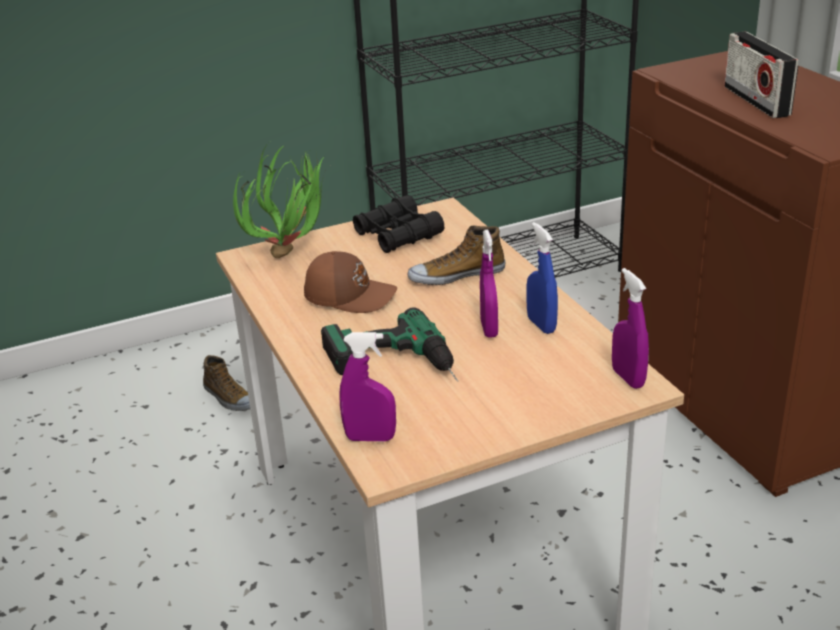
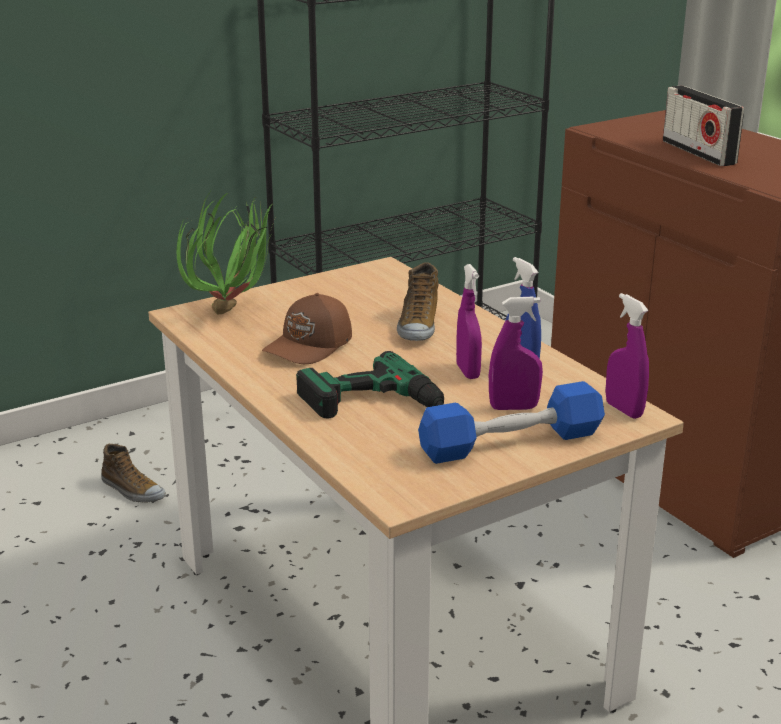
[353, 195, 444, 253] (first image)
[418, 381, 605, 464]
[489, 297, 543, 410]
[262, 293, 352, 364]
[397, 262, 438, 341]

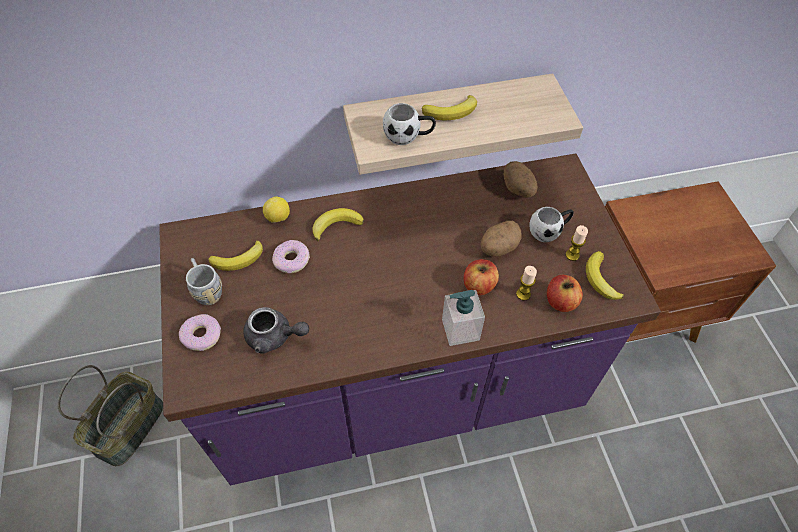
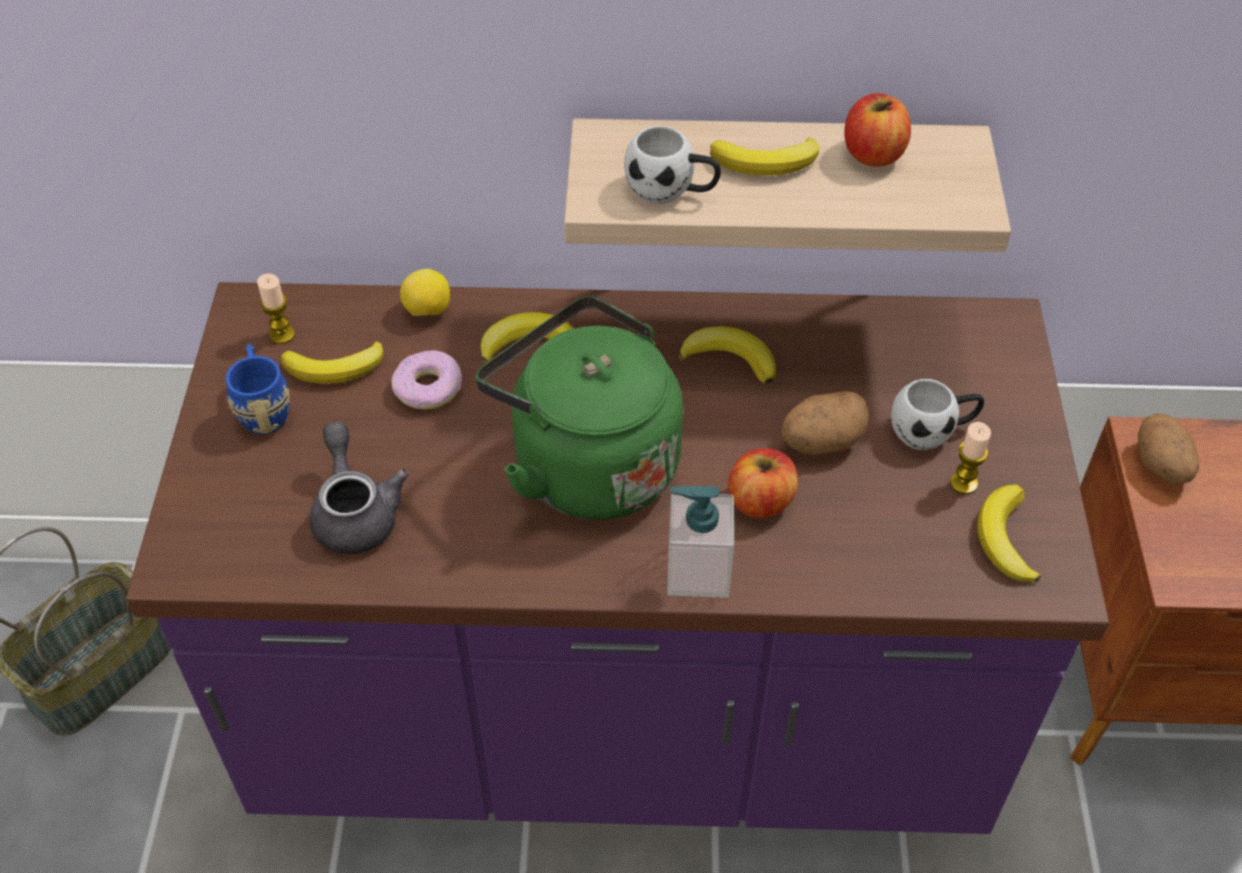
[179, 314, 221, 351] (first image)
[476, 296, 683, 520]
[679, 326, 776, 384]
[1138, 414, 1199, 484]
[257, 274, 295, 344]
[844, 93, 911, 167]
[226, 344, 290, 434]
[309, 422, 409, 554]

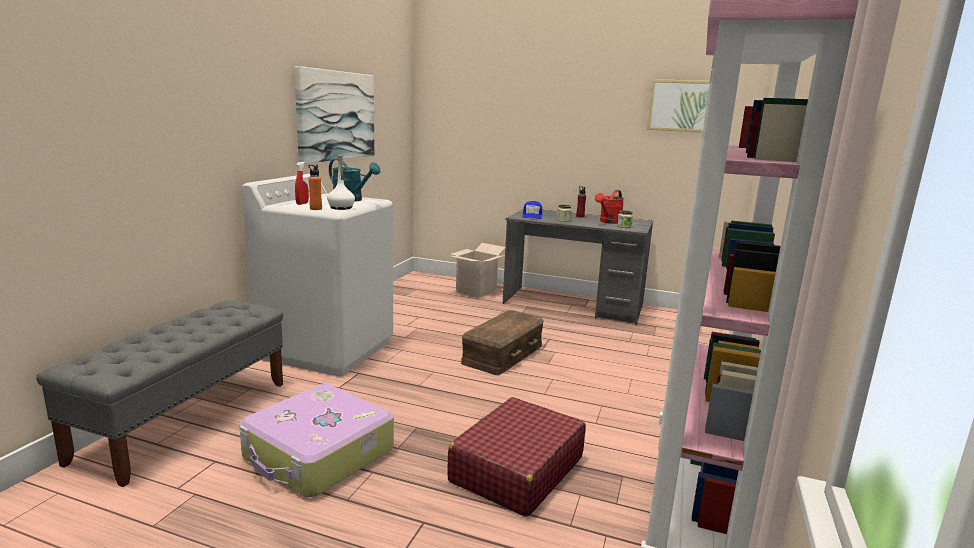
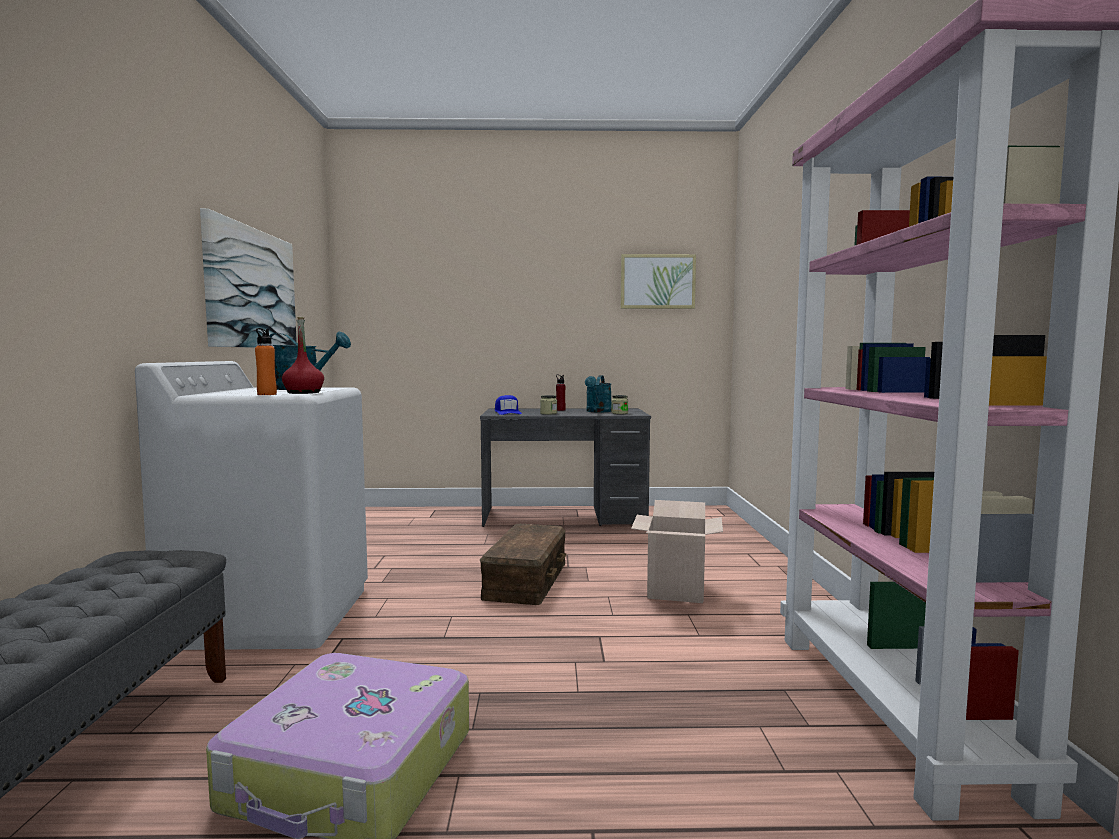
[295, 162, 309, 205] (first image)
[447, 397, 586, 517] (first image)
[631, 500, 723, 603]
[282, 317, 324, 394]
[585, 375, 612, 412]

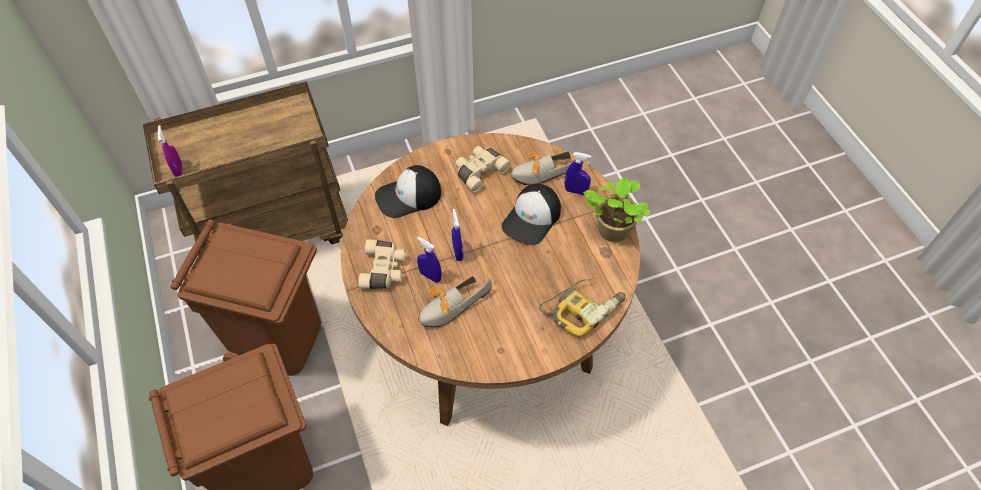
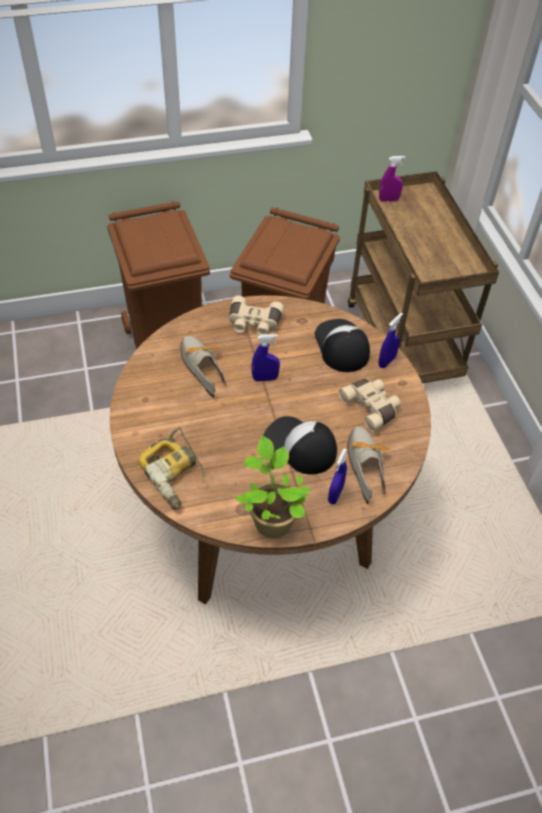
[378, 313, 403, 368]

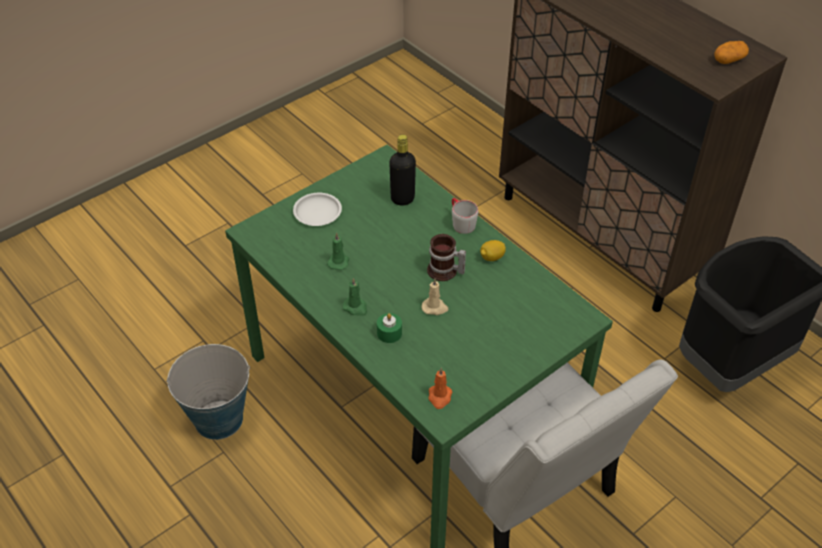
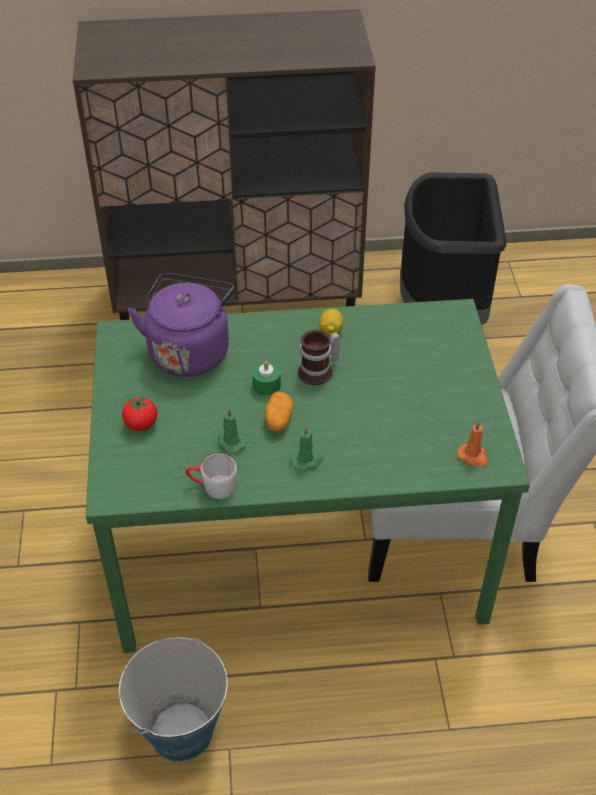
[422, 279, 449, 315] (first image)
[252, 361, 281, 395]
[186, 454, 237, 499]
[265, 392, 293, 432]
[122, 396, 158, 431]
[128, 273, 235, 377]

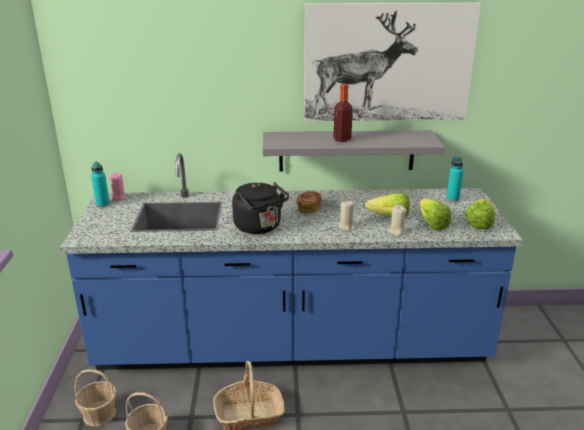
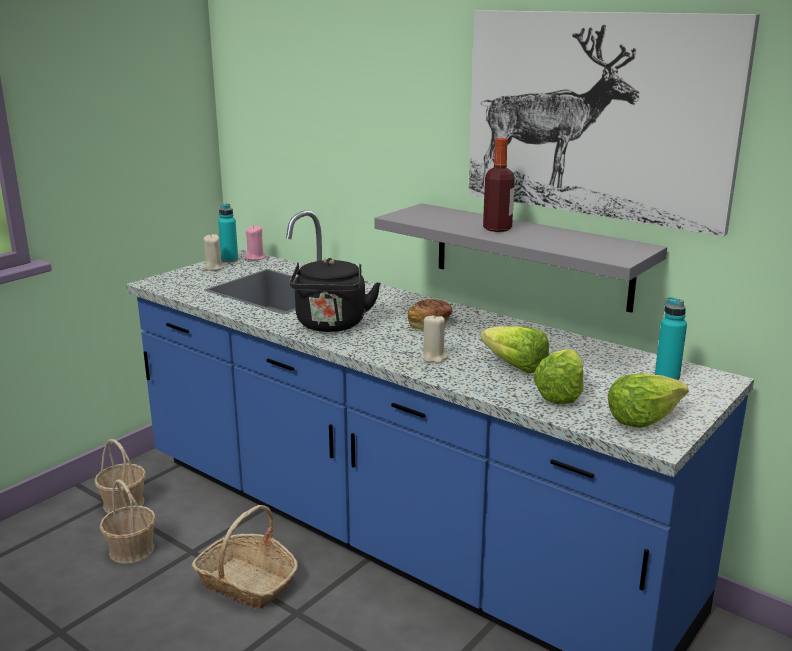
[203, 234, 224, 271]

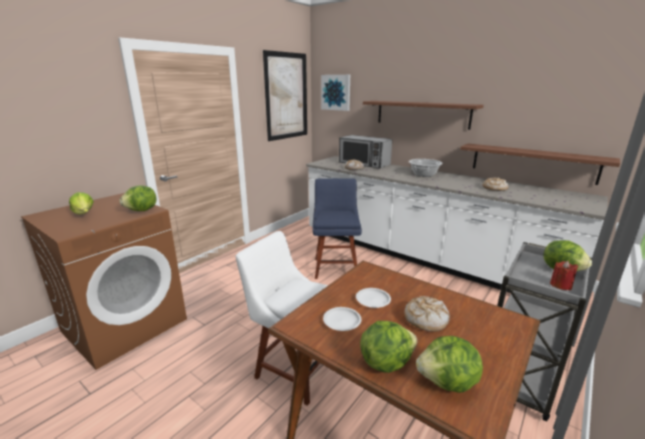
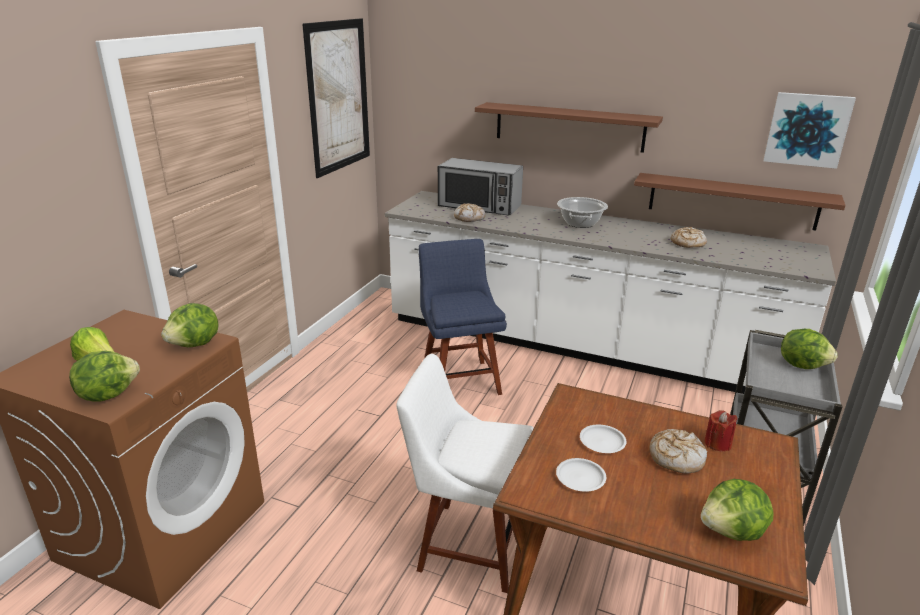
[763, 92, 856, 169]
[69, 351, 140, 402]
[704, 410, 738, 452]

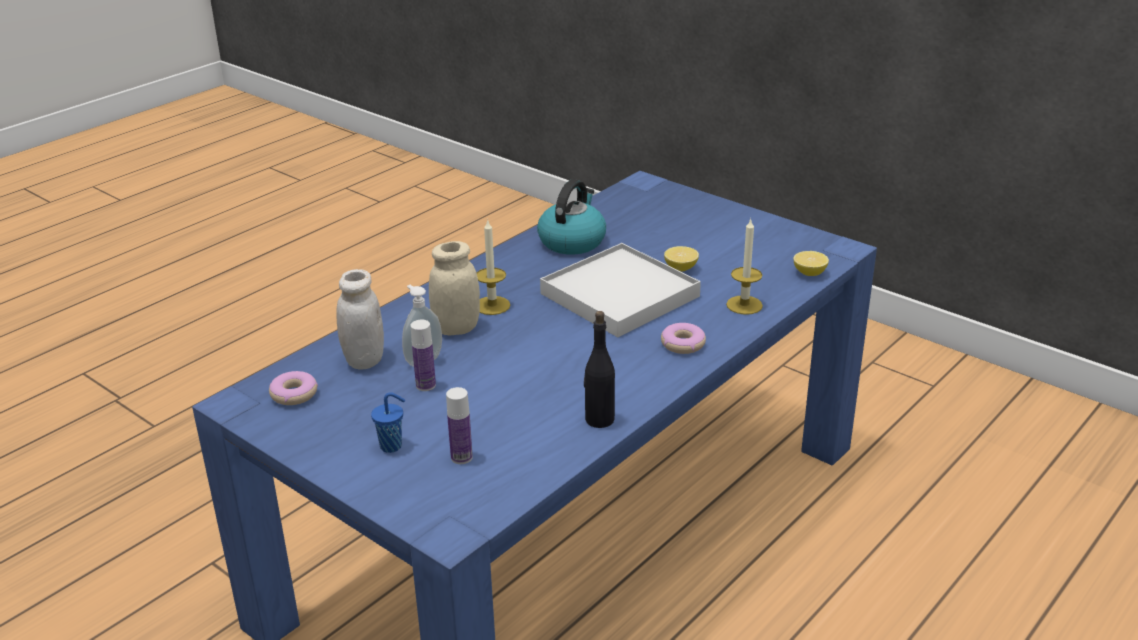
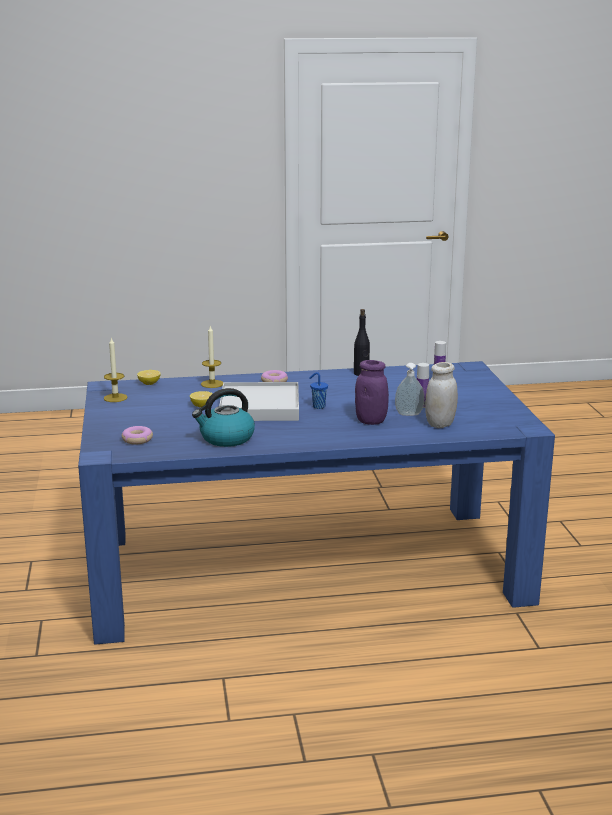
[122, 426, 153, 445]
[309, 372, 328, 409]
[104, 337, 128, 402]
[355, 360, 389, 425]

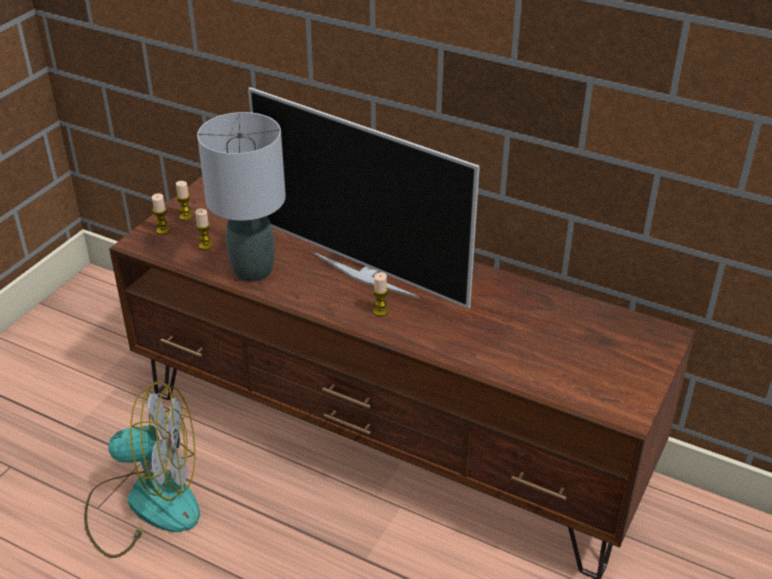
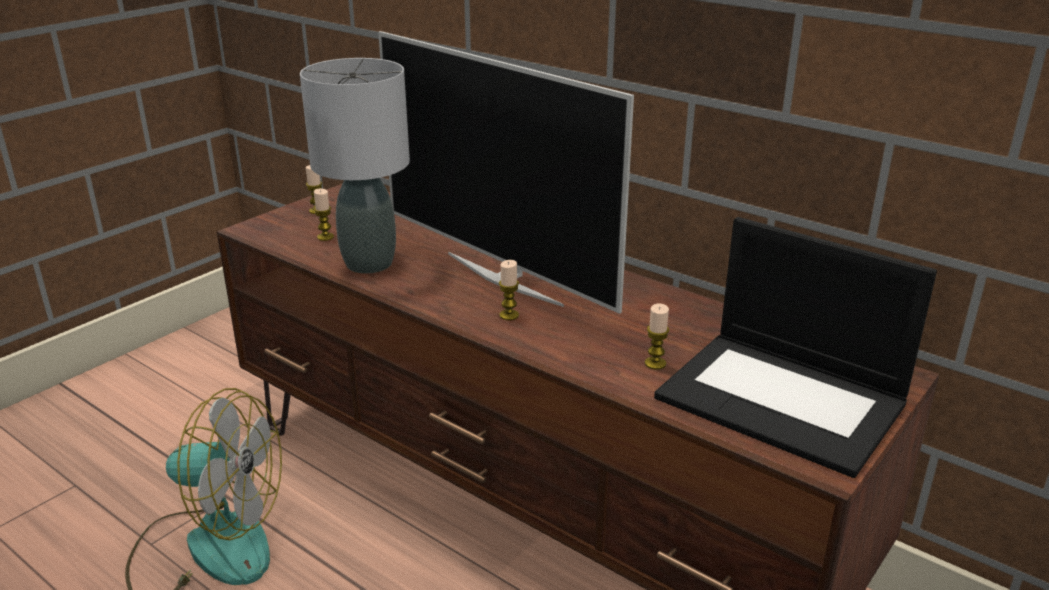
[654, 217, 937, 478]
[645, 303, 669, 370]

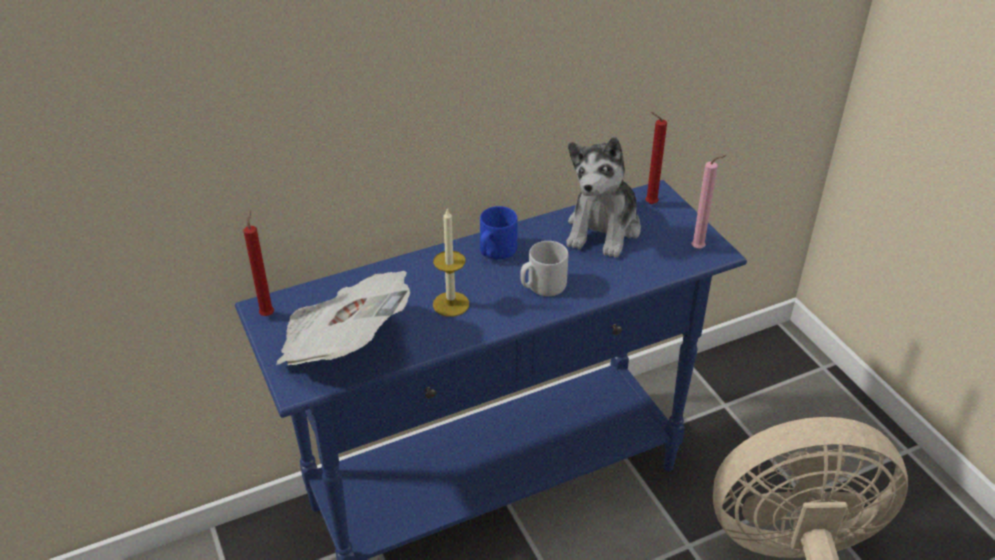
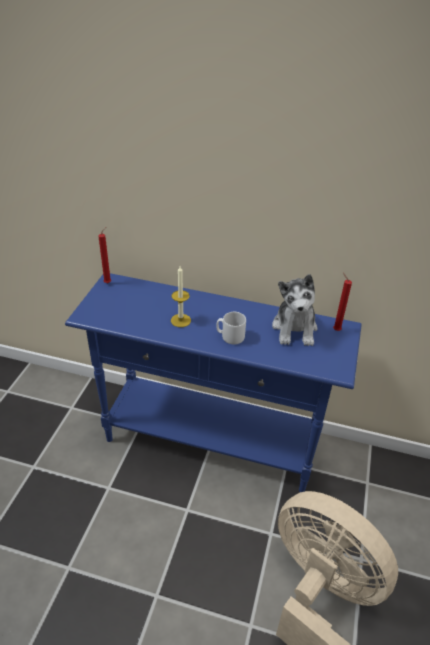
[276, 271, 410, 365] (first image)
[480, 206, 518, 260] (first image)
[691, 155, 726, 249] (first image)
[272, 274, 318, 346]

